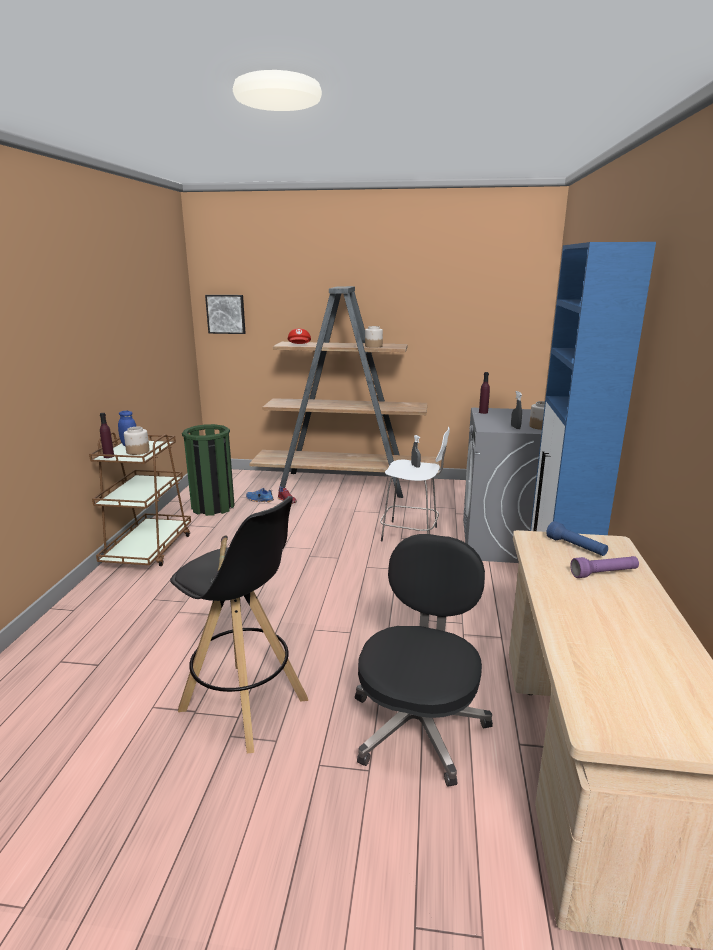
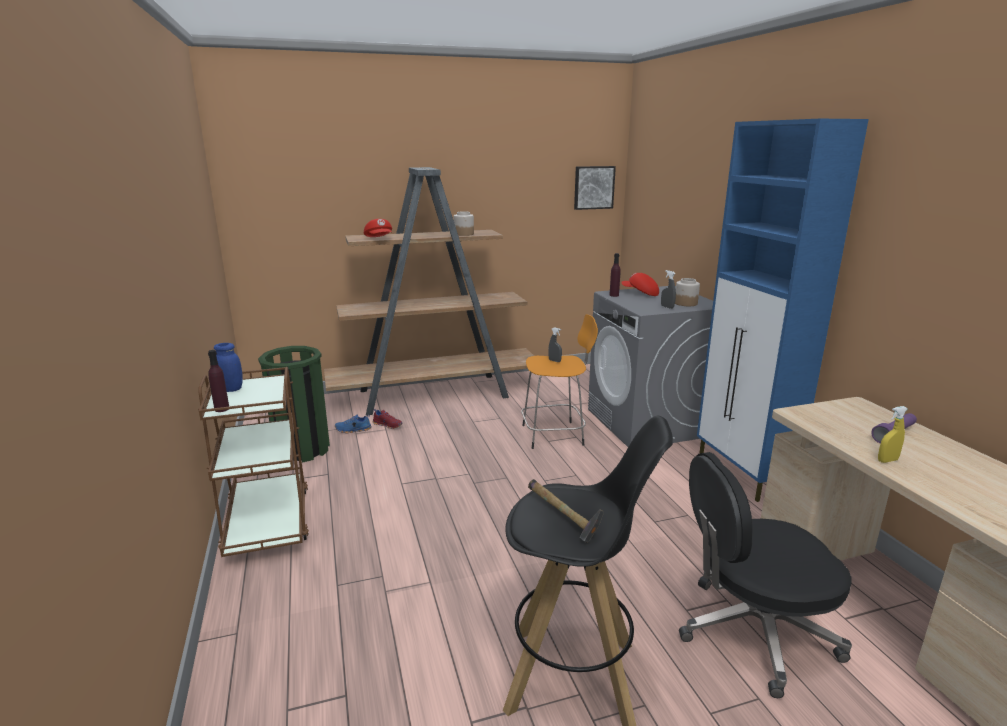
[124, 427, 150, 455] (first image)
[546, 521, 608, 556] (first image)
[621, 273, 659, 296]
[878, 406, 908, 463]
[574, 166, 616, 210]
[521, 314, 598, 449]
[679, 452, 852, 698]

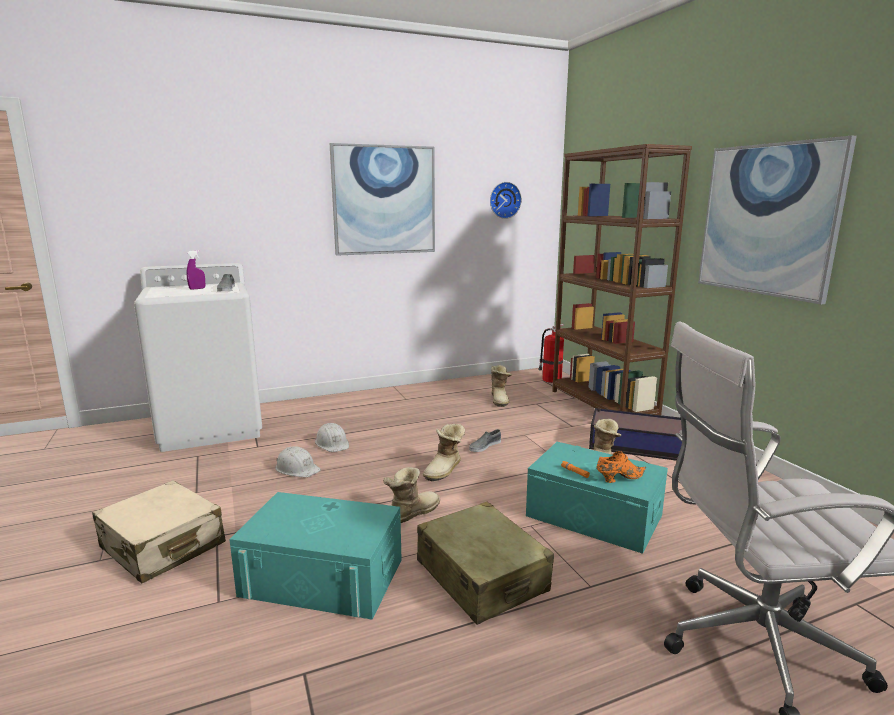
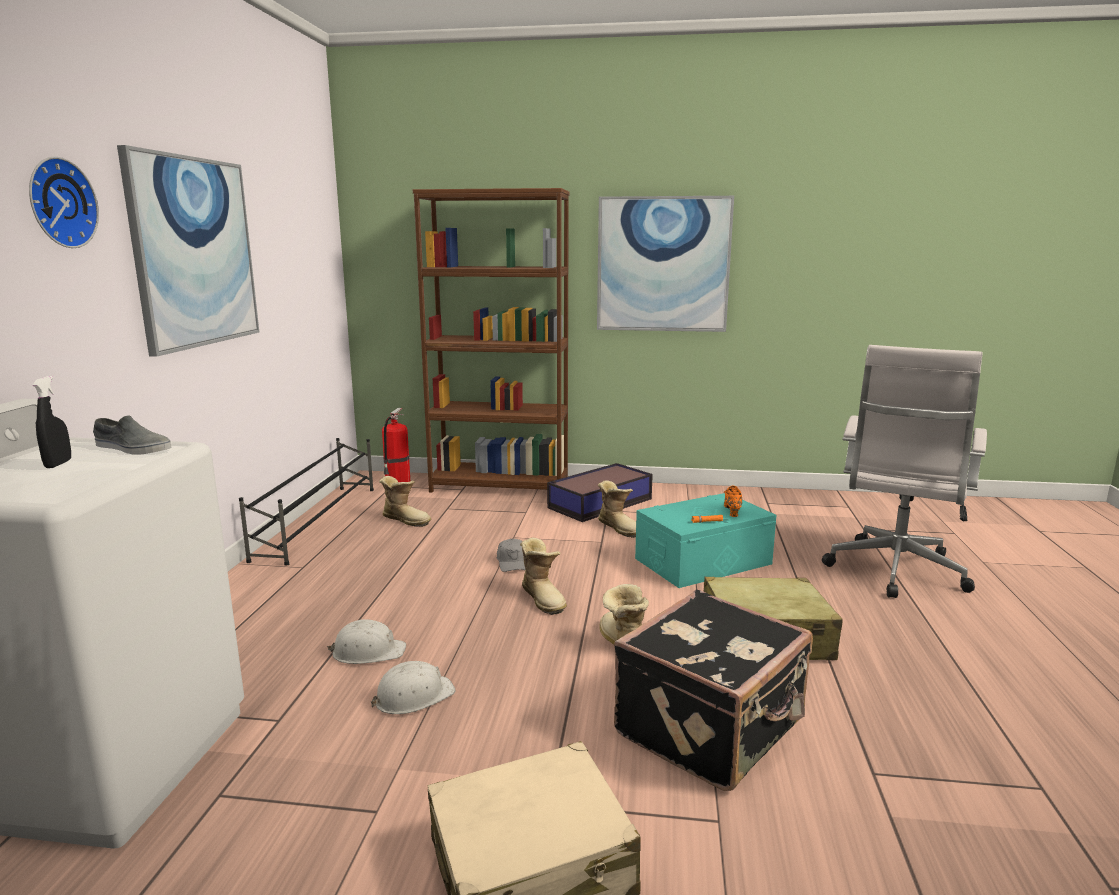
[239, 438, 374, 566]
[29, 157, 99, 248]
[614, 590, 813, 791]
[497, 538, 525, 572]
[33, 376, 71, 468]

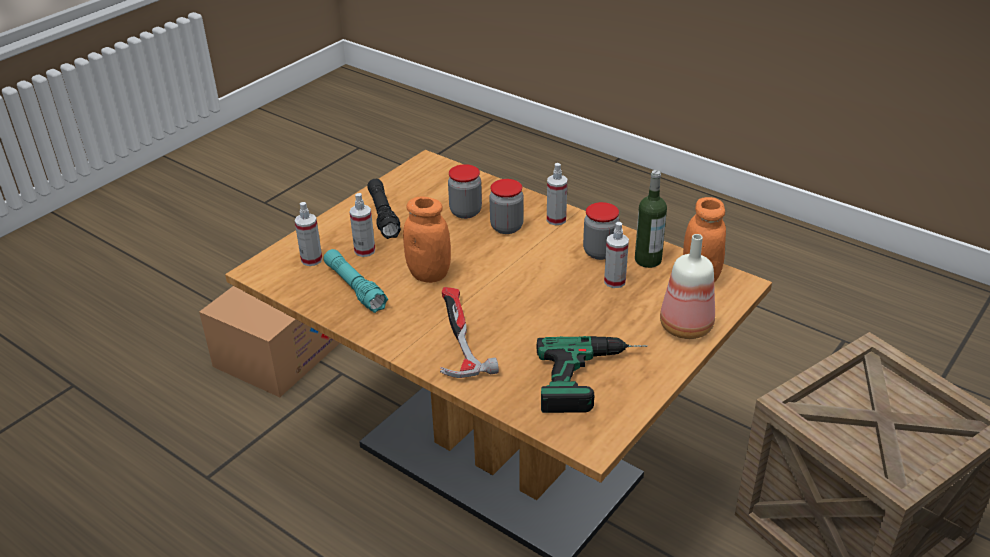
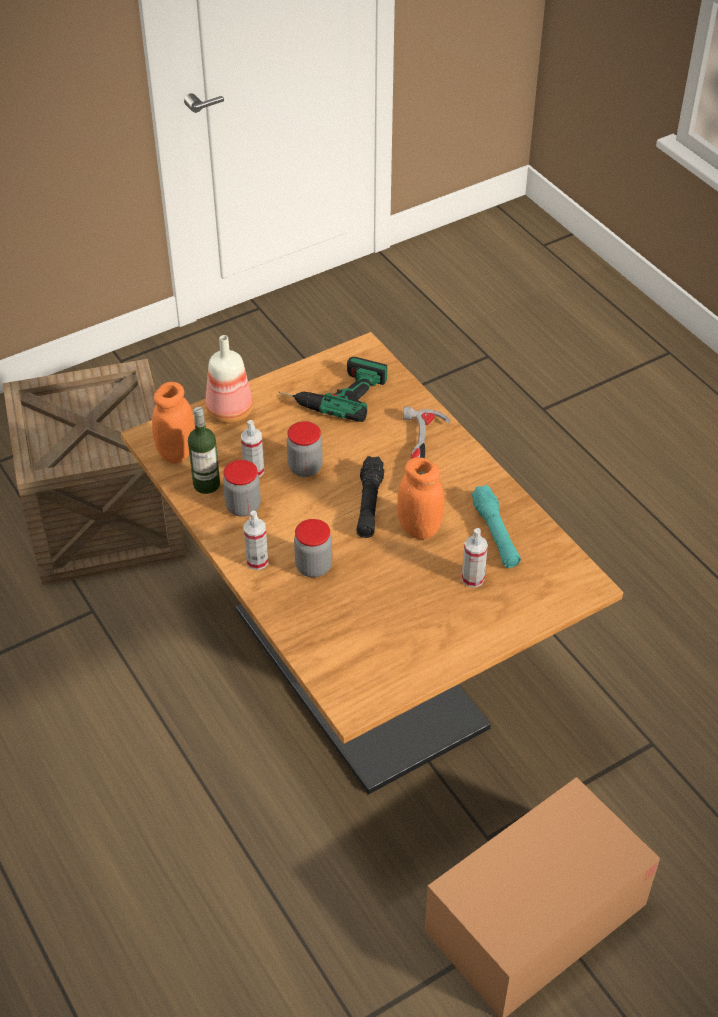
[294, 202, 322, 266] (first image)
[356, 456, 384, 538]
[287, 421, 323, 477]

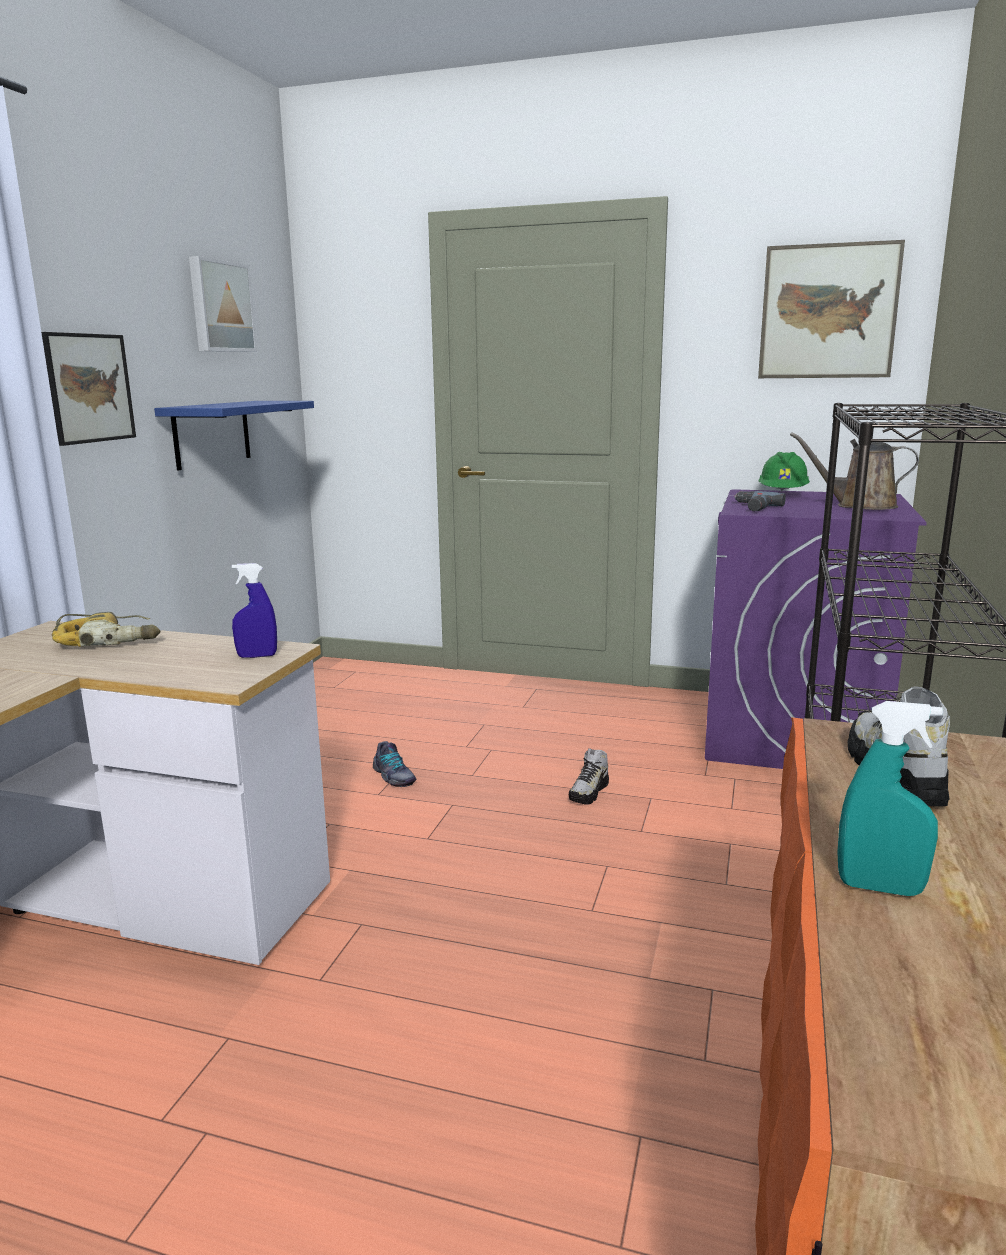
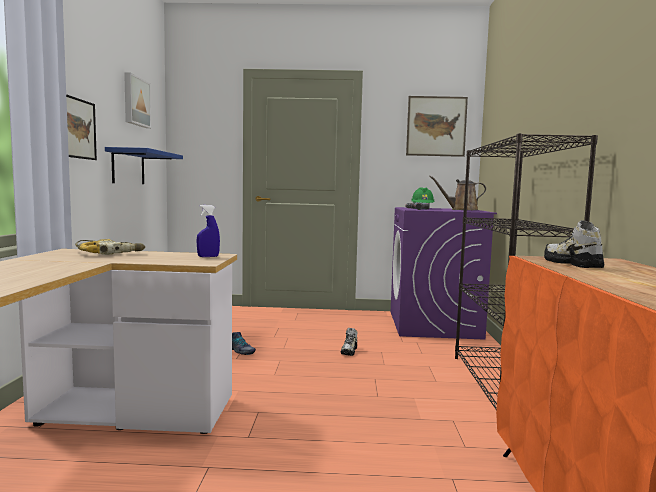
[837, 701, 943, 896] (first image)

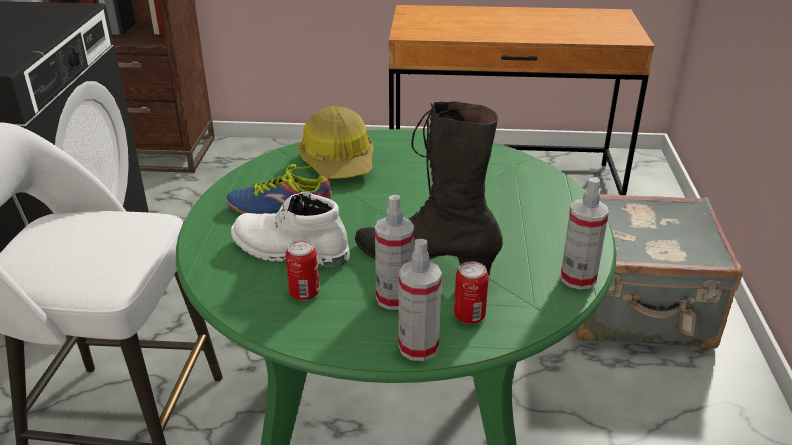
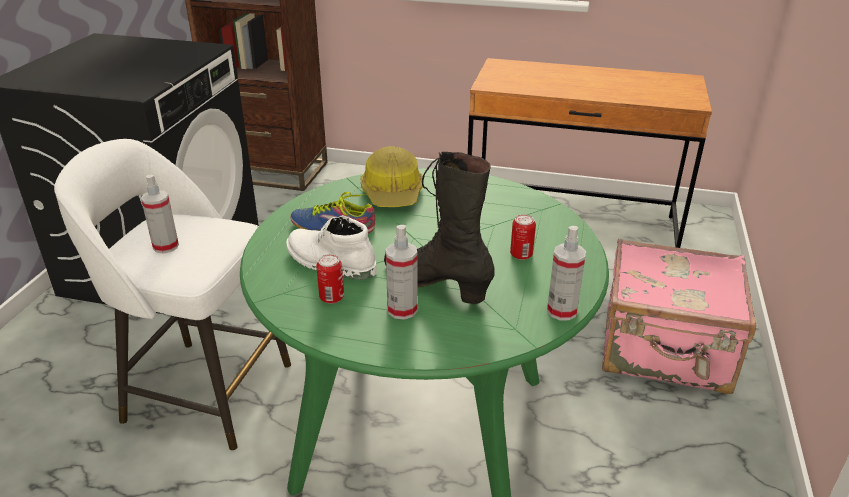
[141, 175, 179, 253]
[510, 215, 536, 260]
[602, 239, 756, 394]

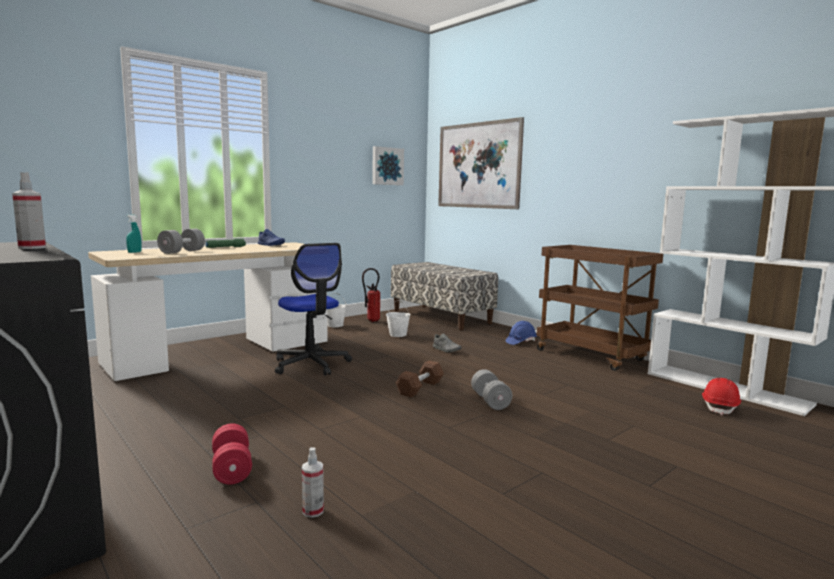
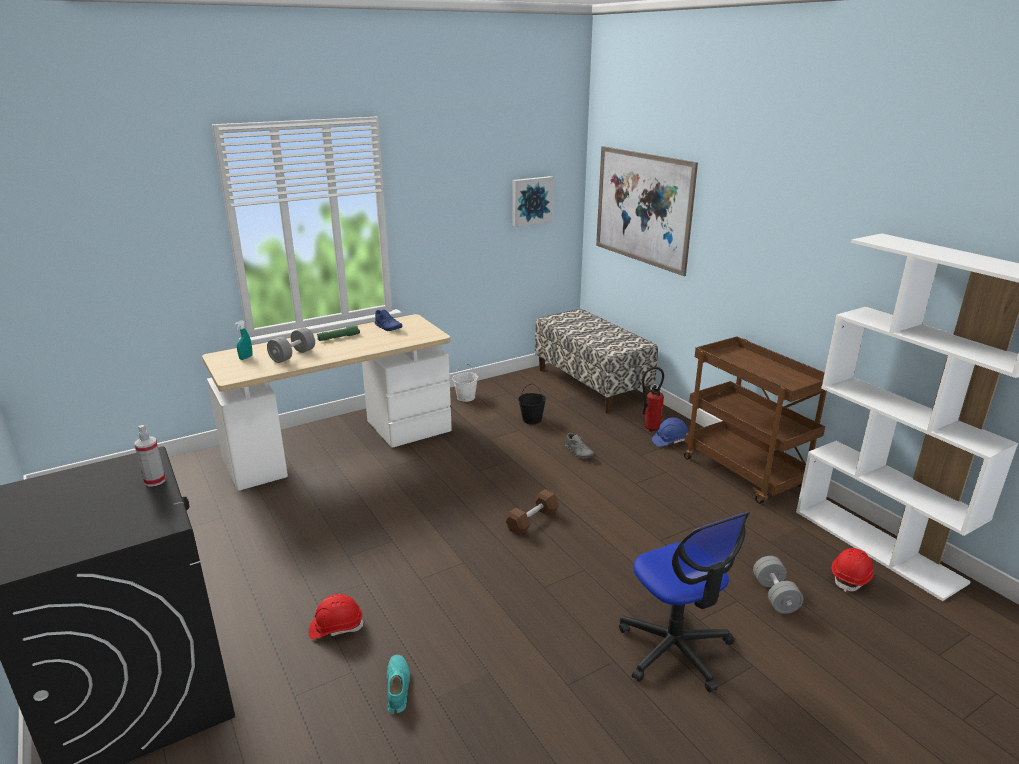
[619, 512, 750, 692]
[642, 367, 664, 432]
[753, 556, 803, 614]
[309, 594, 364, 639]
[387, 655, 410, 714]
[518, 384, 546, 424]

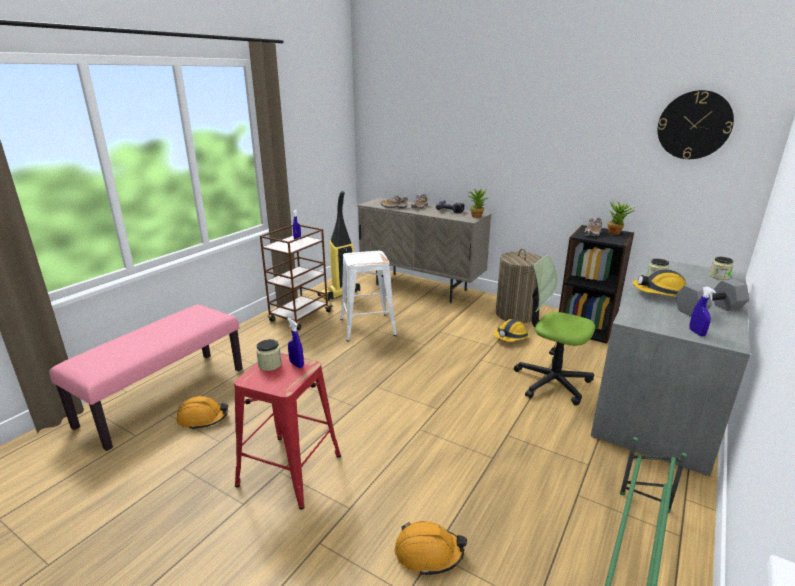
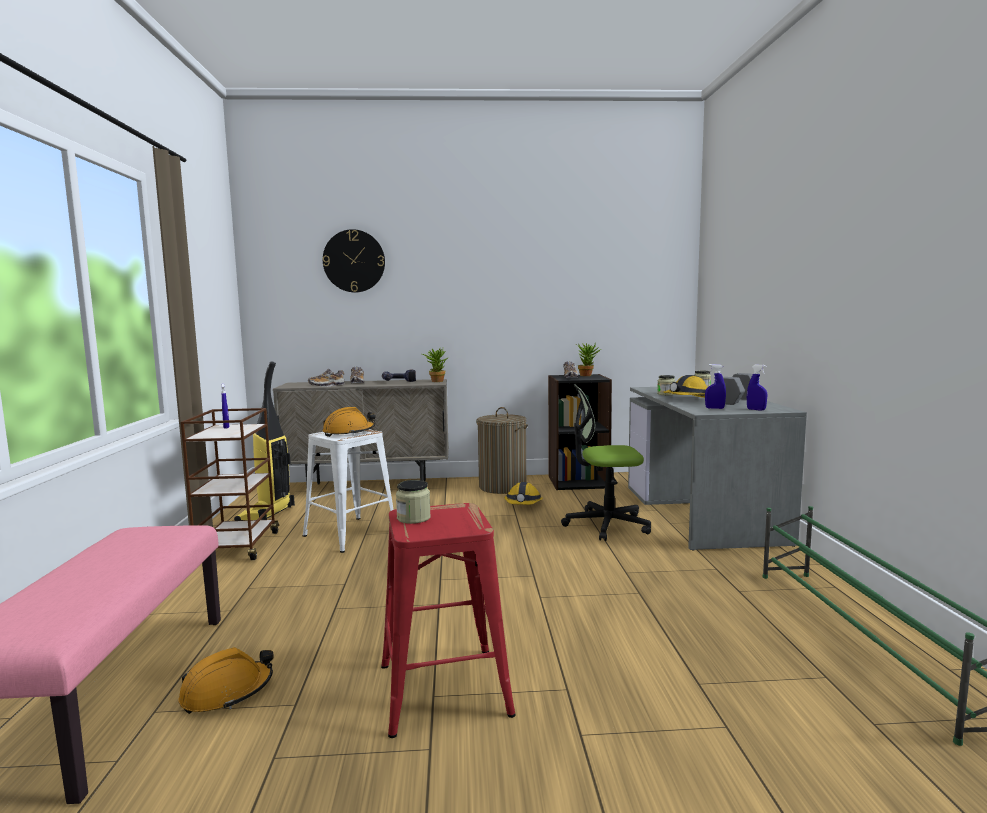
[705, 364, 726, 409]
[323, 407, 376, 437]
[323, 229, 385, 292]

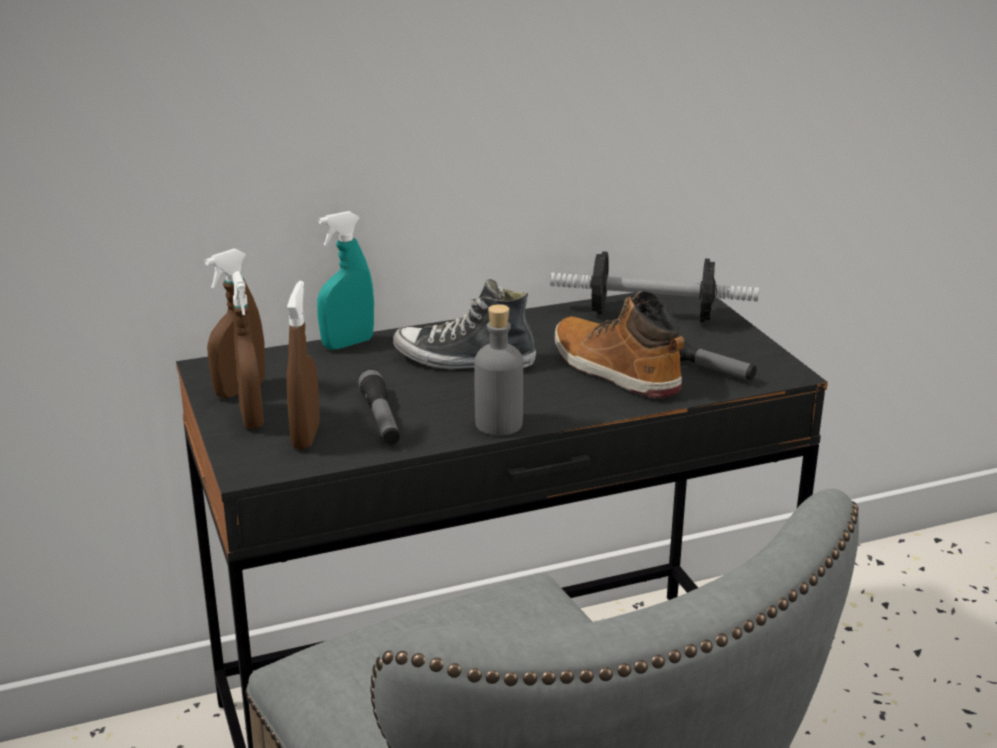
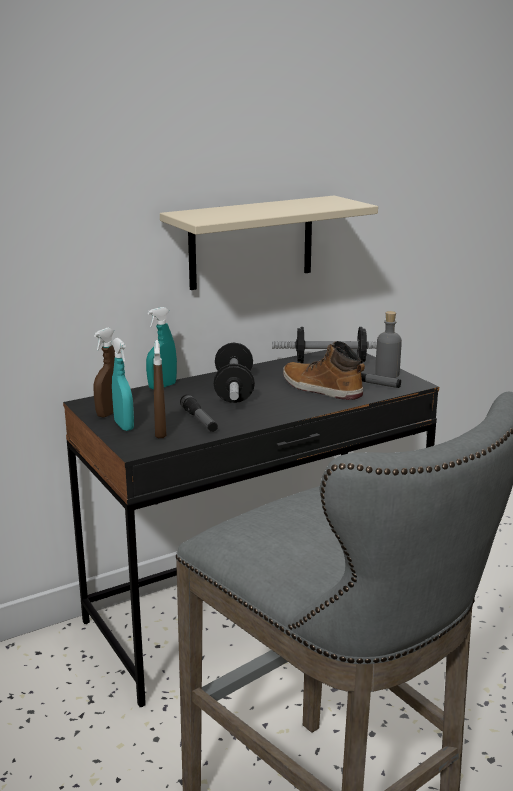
[160, 196, 378, 290]
[375, 311, 402, 378]
[214, 343, 255, 403]
[112, 338, 134, 431]

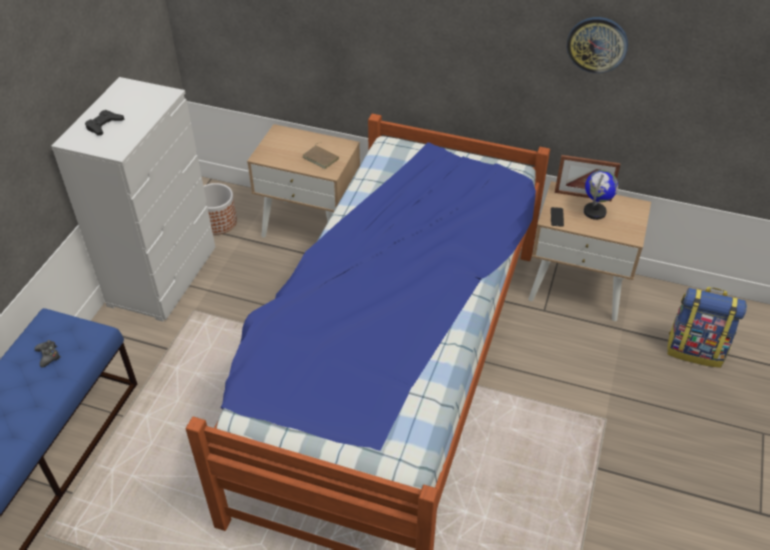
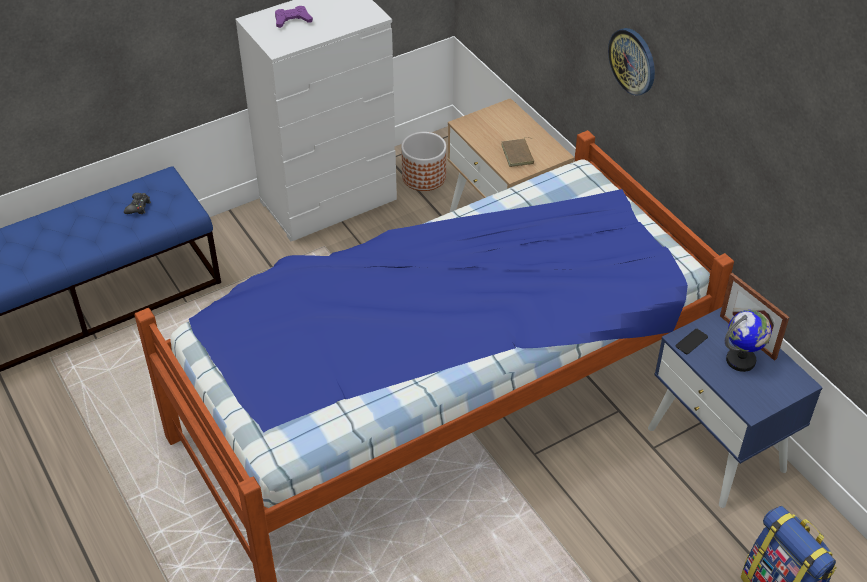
[608, 28, 655, 96]
[275, 6, 313, 28]
[648, 307, 823, 508]

